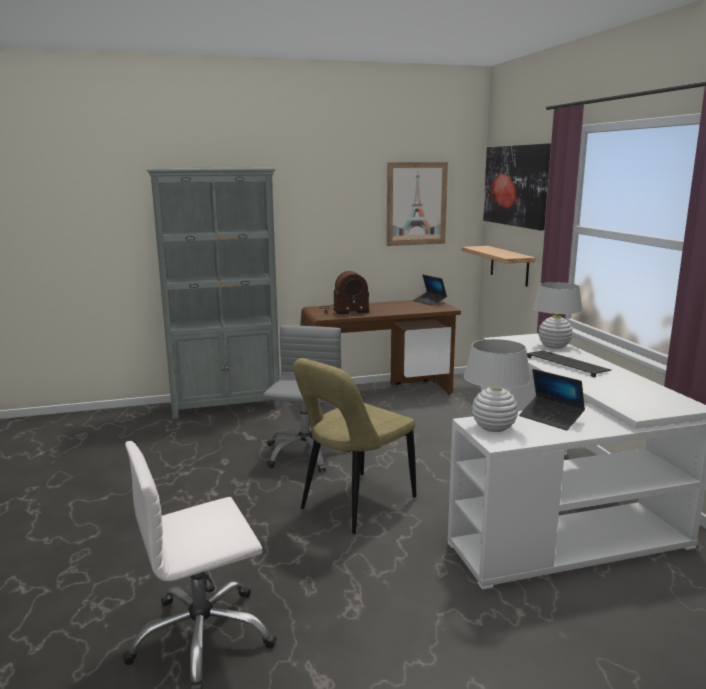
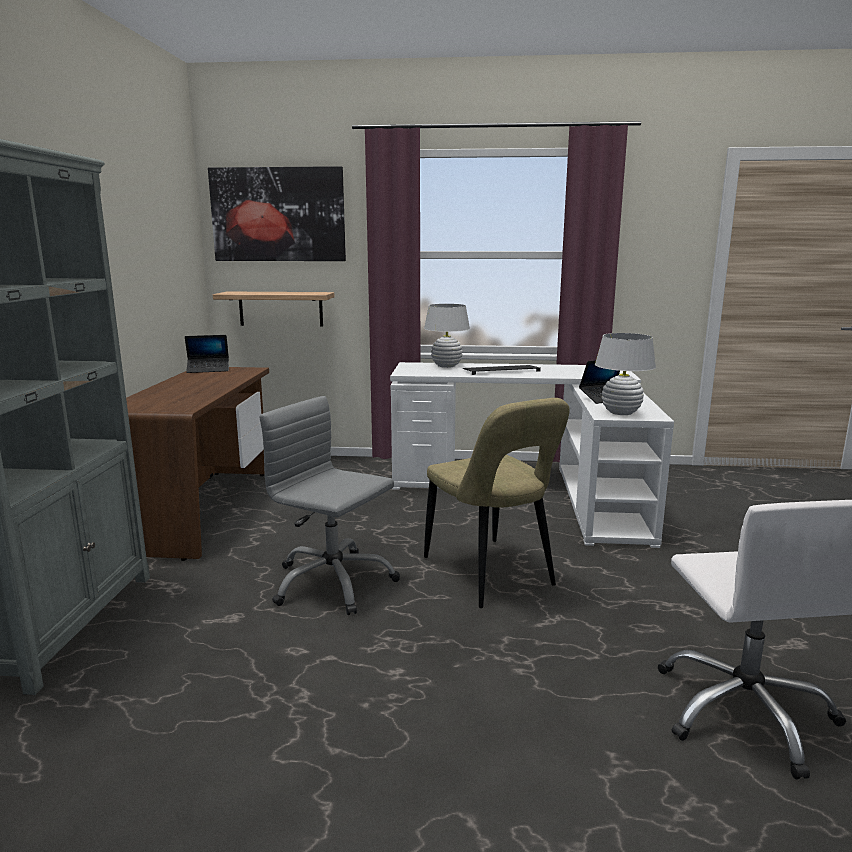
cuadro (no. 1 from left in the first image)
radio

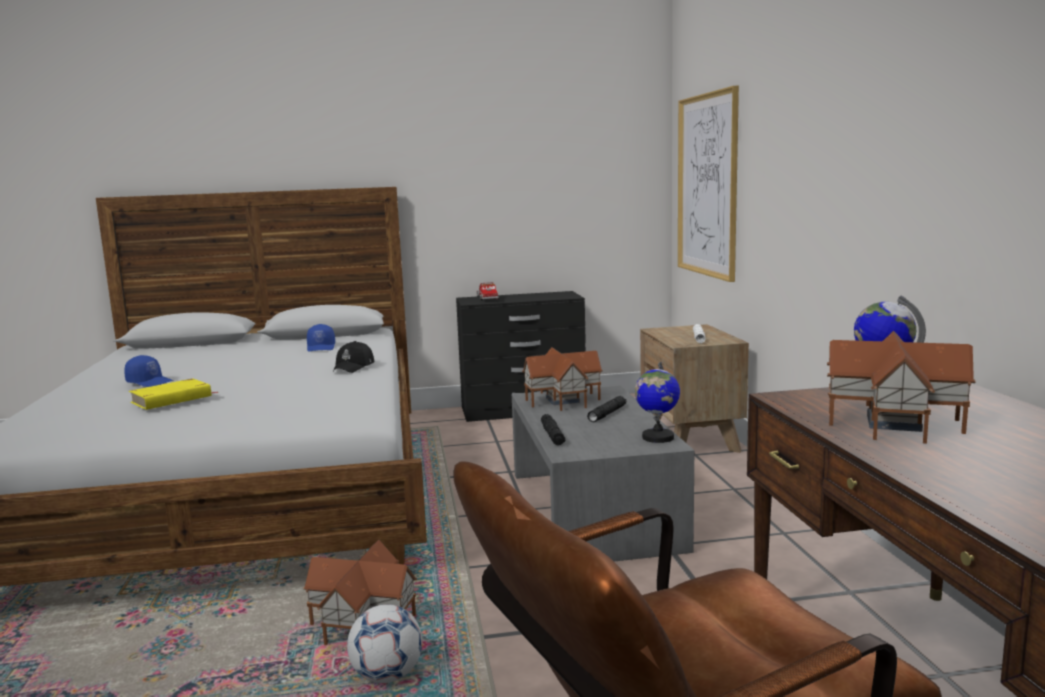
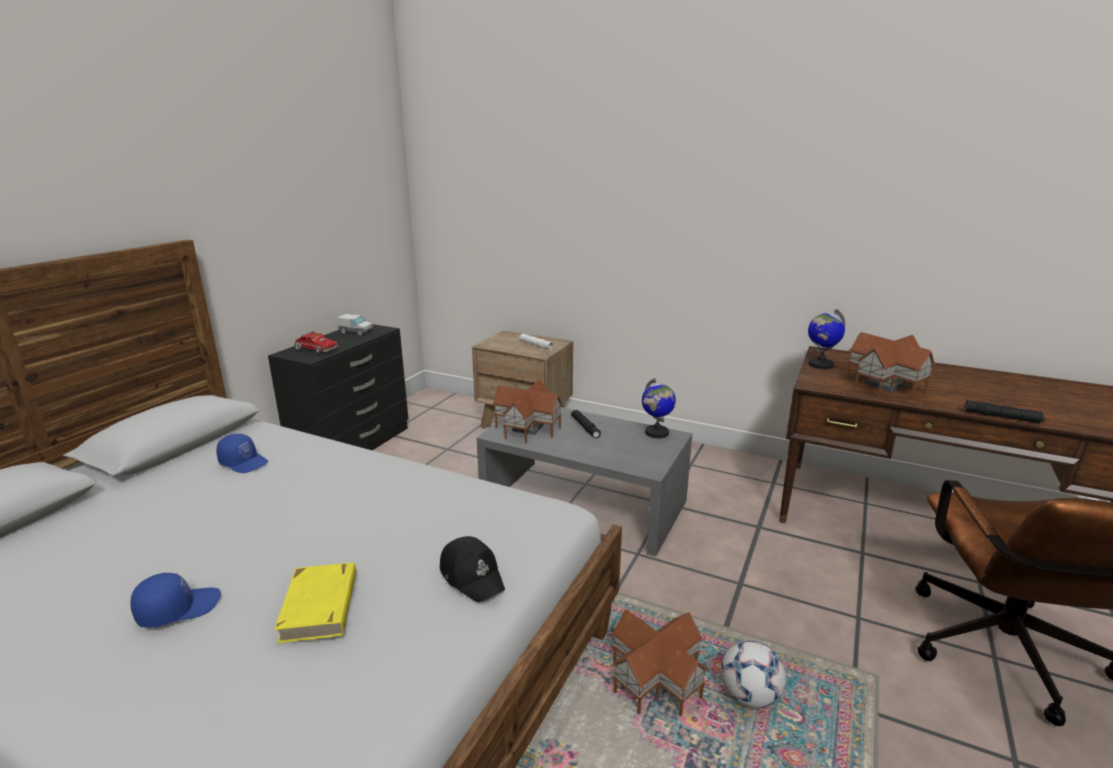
cuadro
gorra (negro)
linterna (negro) (no. 2 from left)
camión de juguete (no. 2 from left)

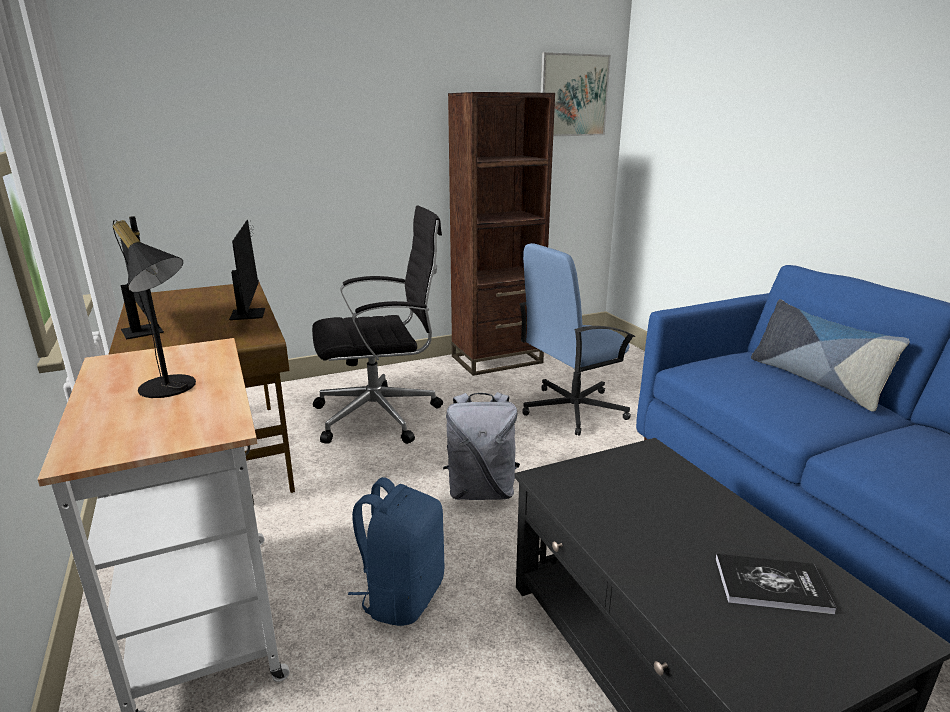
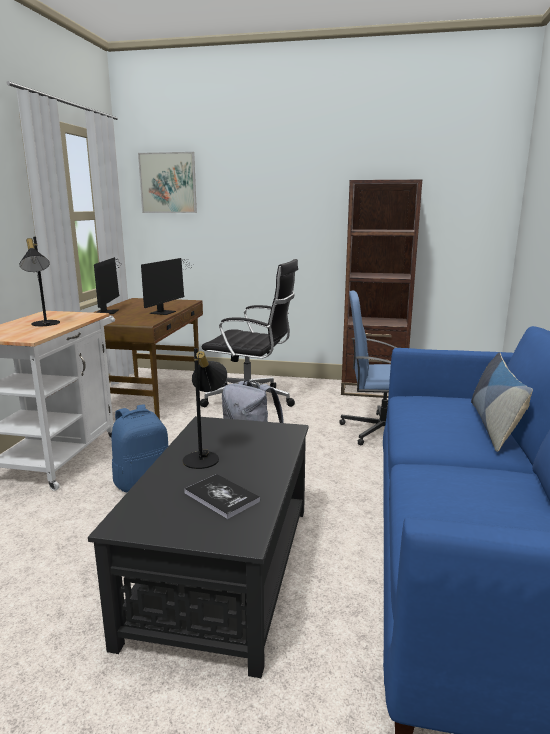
cuadro
lámpara de mesa (negro) (no. 2 from left)

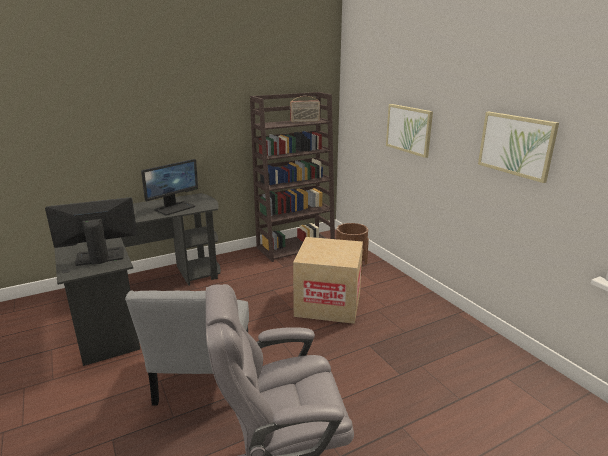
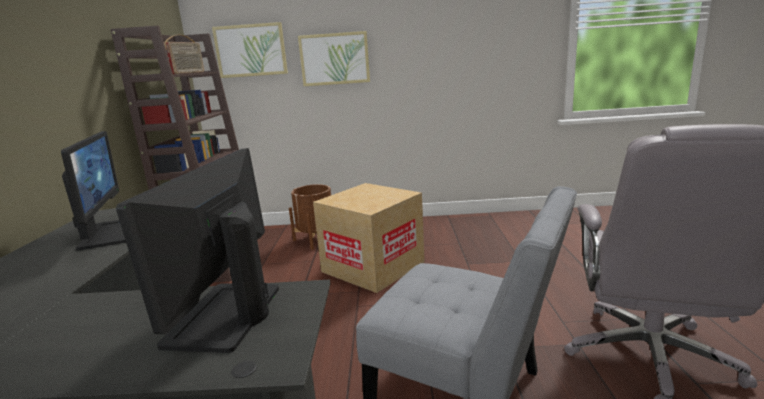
cuadro (no. 1 from left)

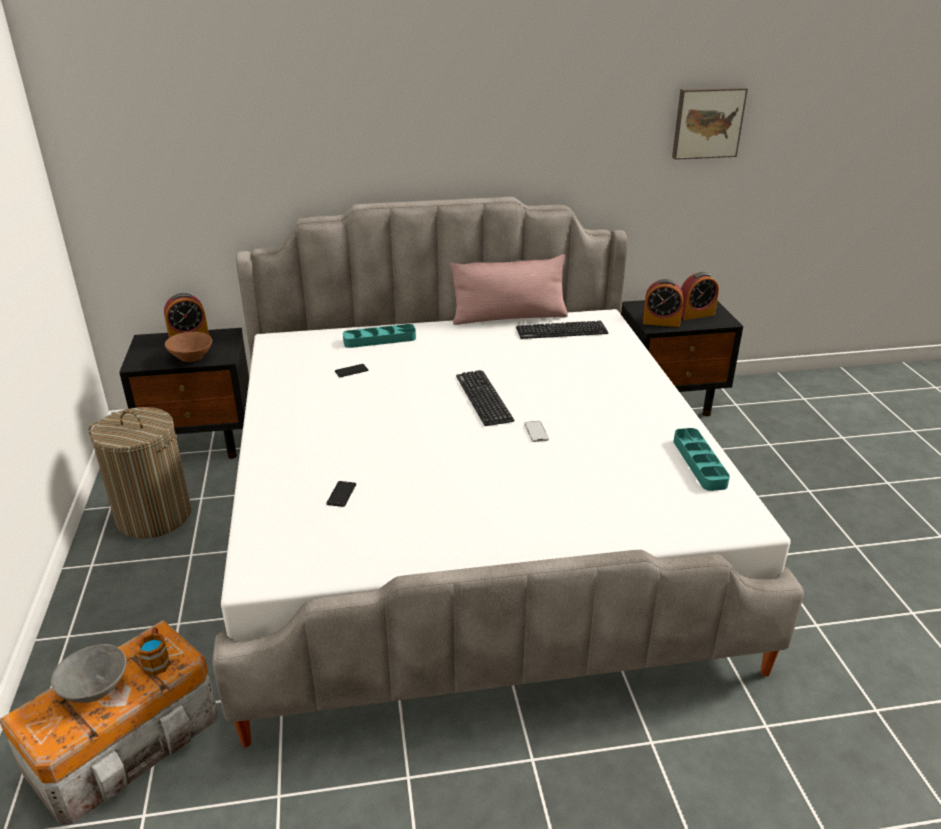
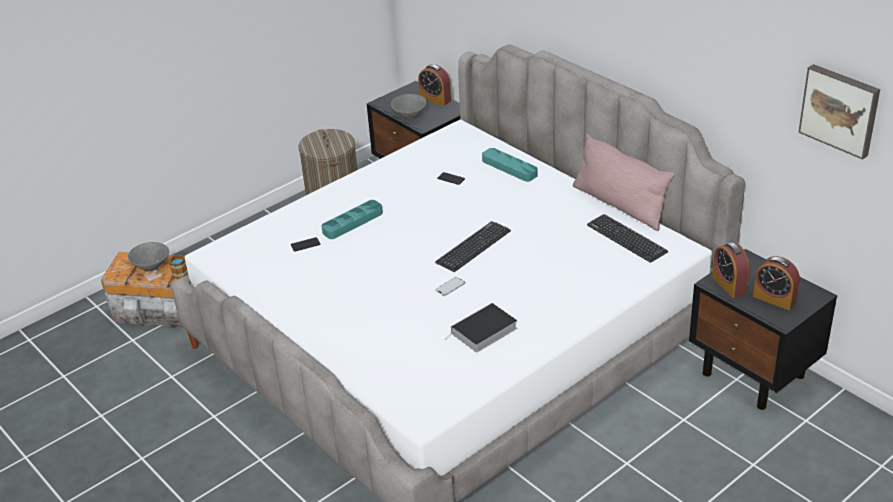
cuenco (gris) (no. 2 from left)
bandeja (turquesa) (no. 1 from left)
libro

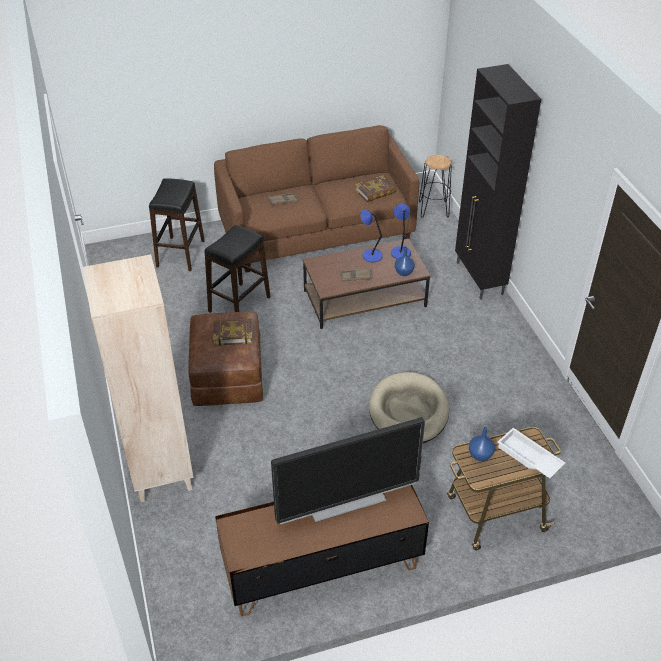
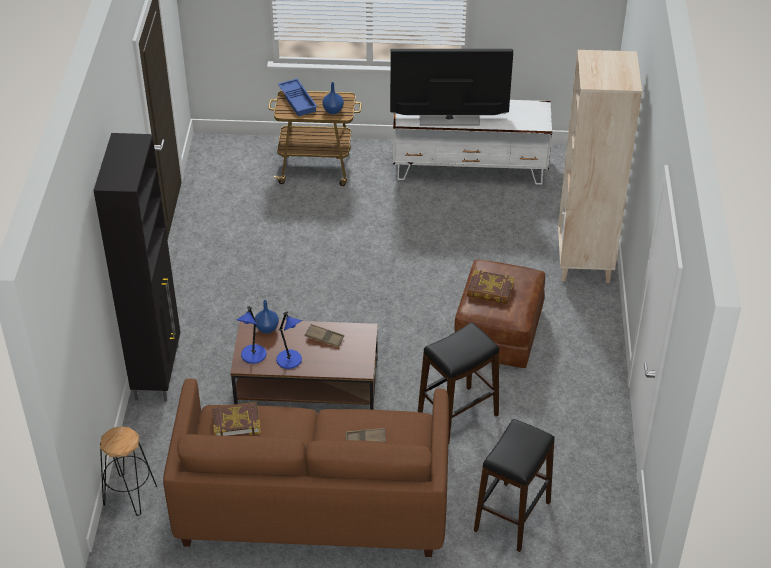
cama para perro (beis)
bandeja (azul)
mueble de televisión (blanco)

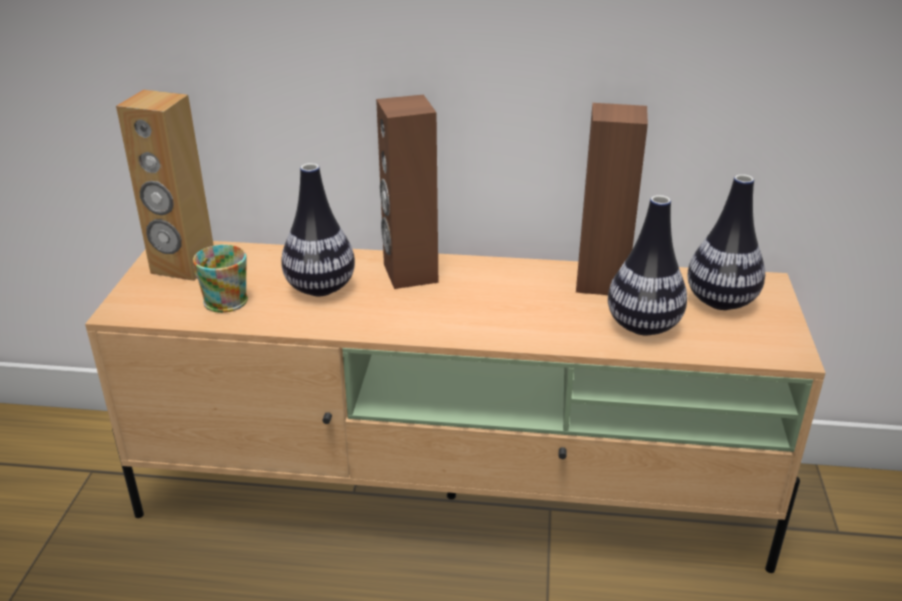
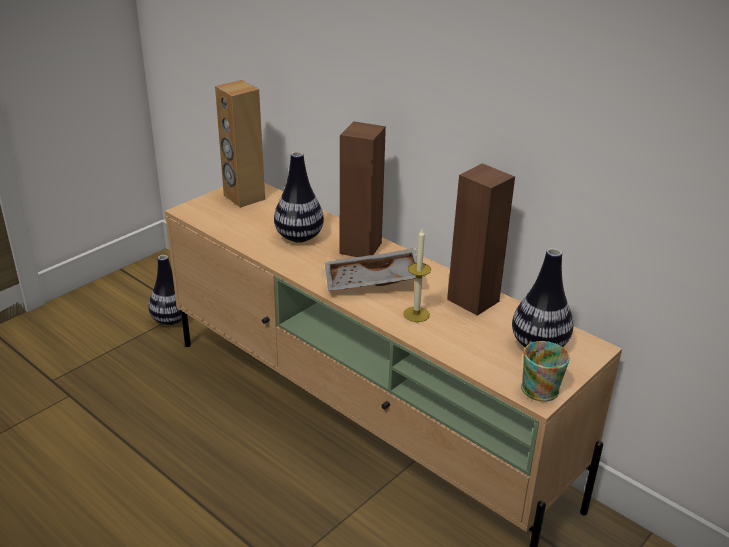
florero (no. 1 from left)
taza grande
vela
bandeja (gris)

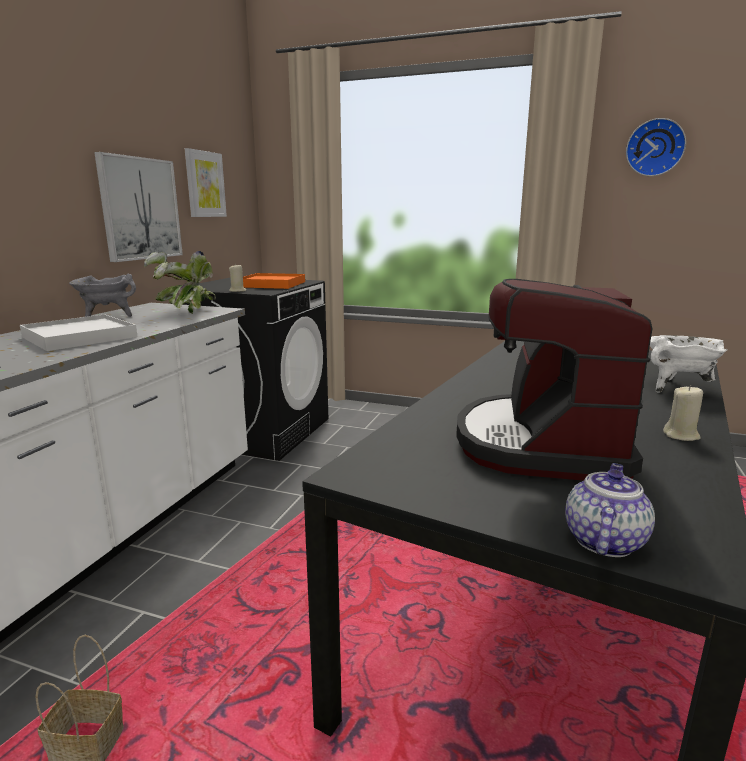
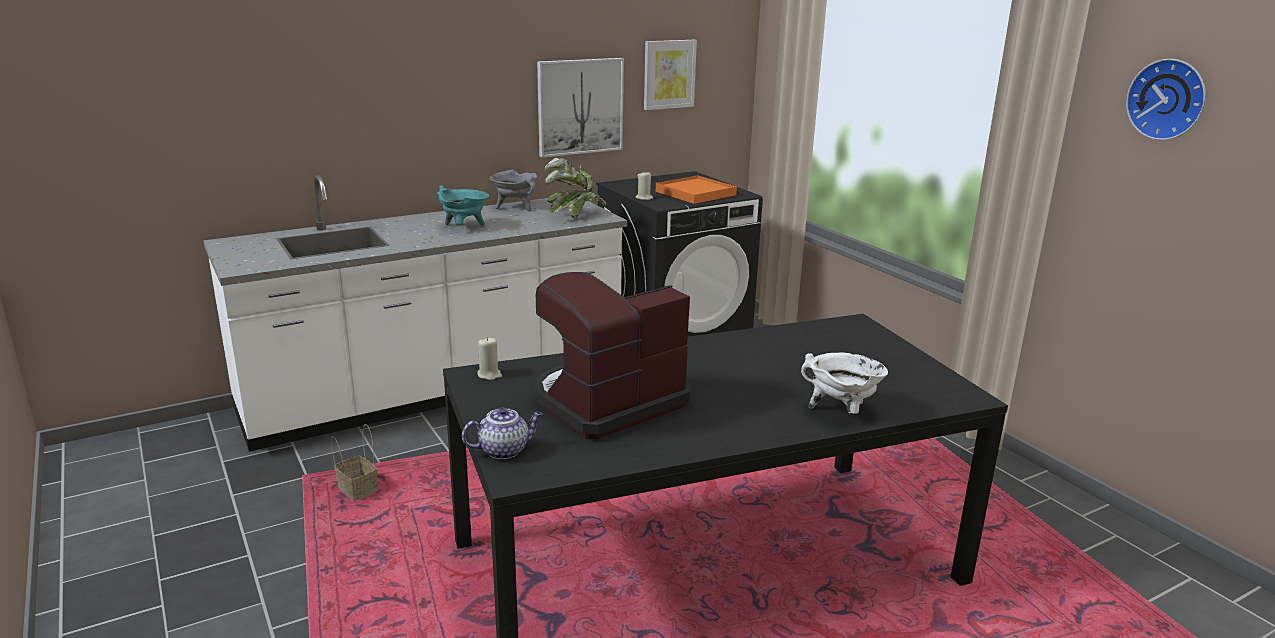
olla (turquesa)
vela (beis) (no. 1 from left)

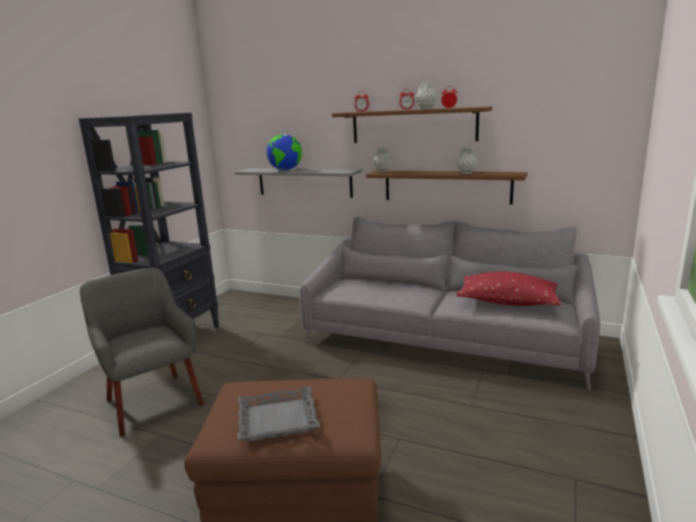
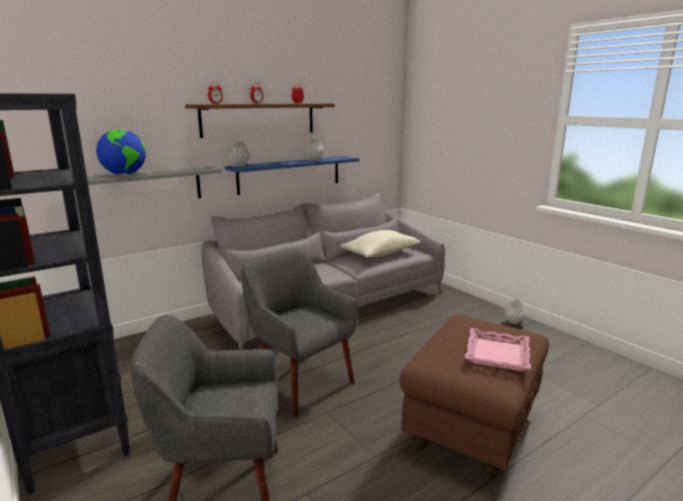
florero (gris) (no. 3 from left)
estante (azul)
cojín (beis)
bandeja (rosa)
sillón (gris) (no. 2 from left)

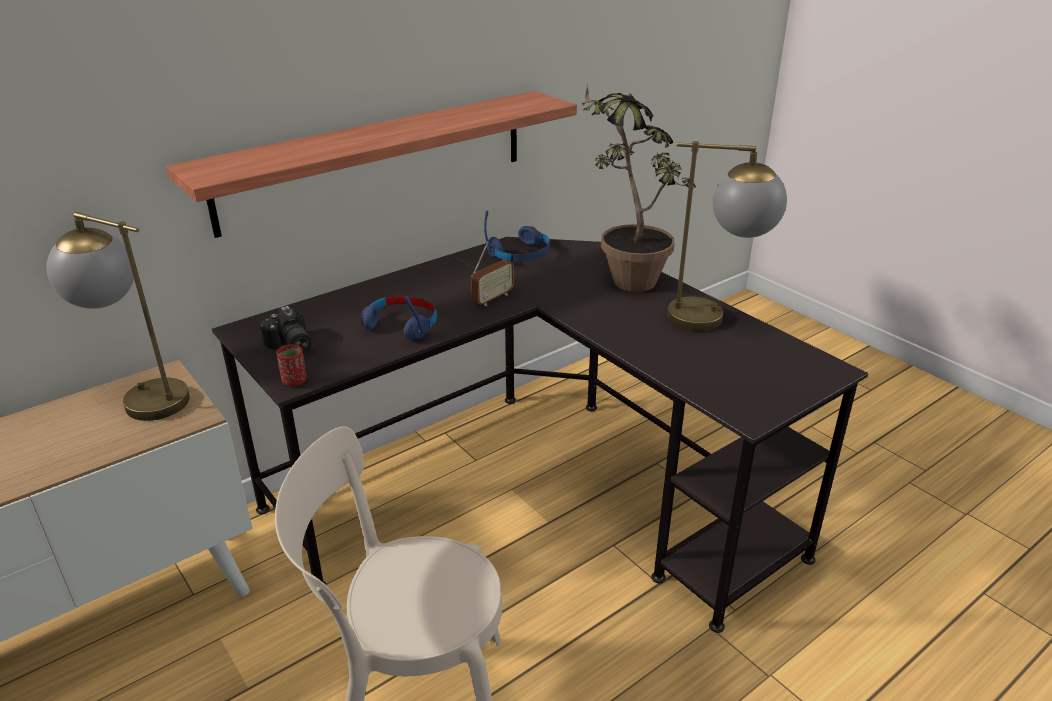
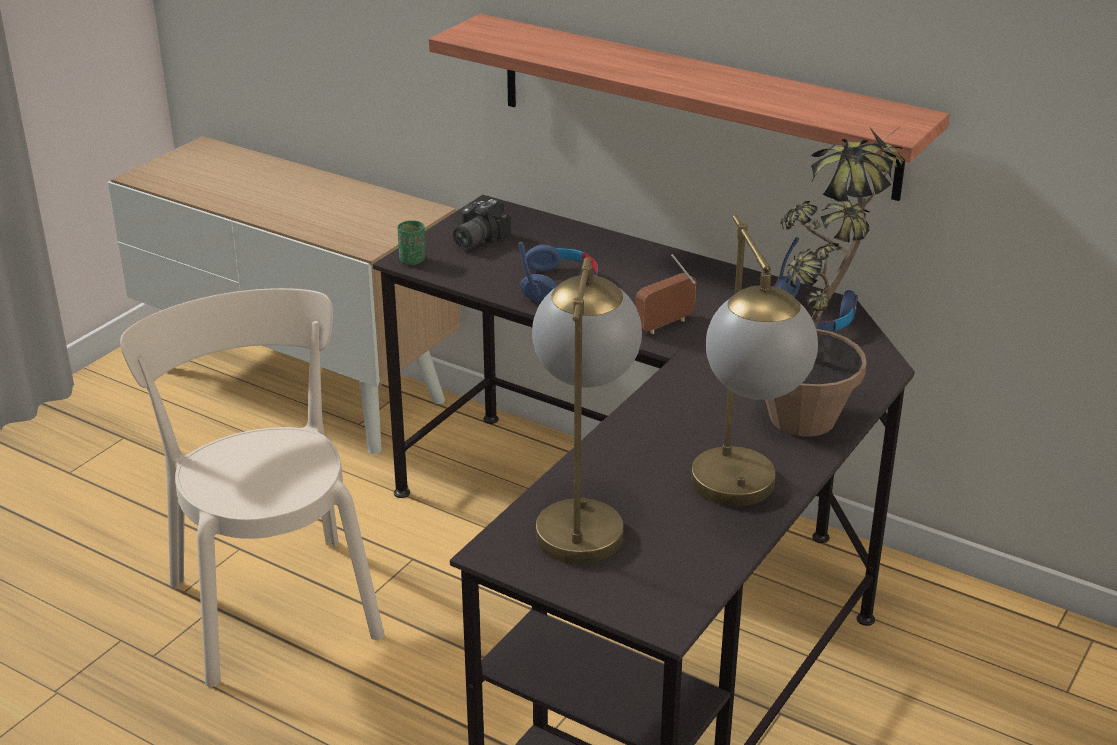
lámpara de mesa (no. 1 from left)
radio
taza (verde)

